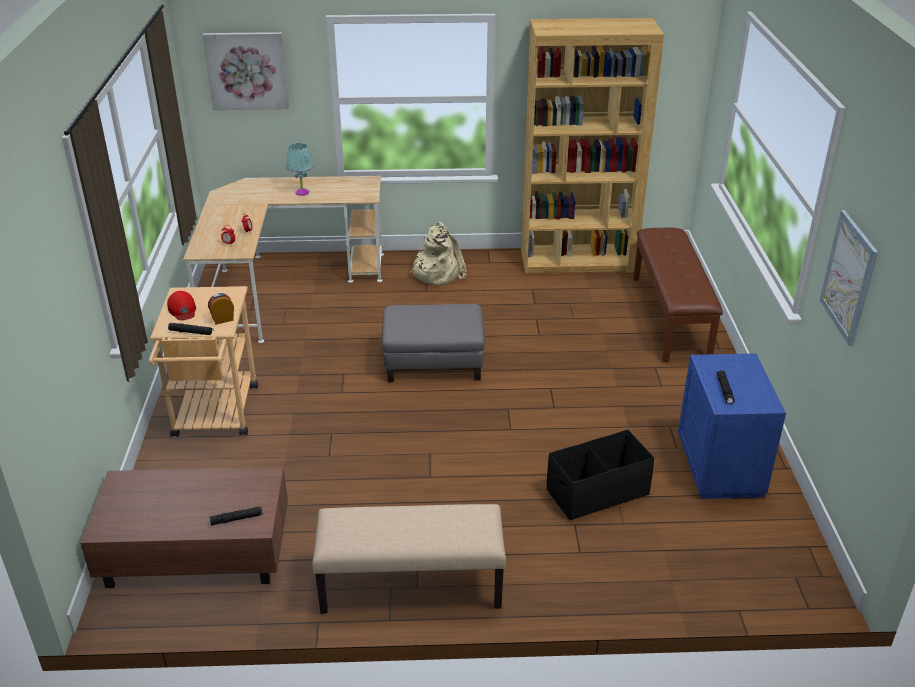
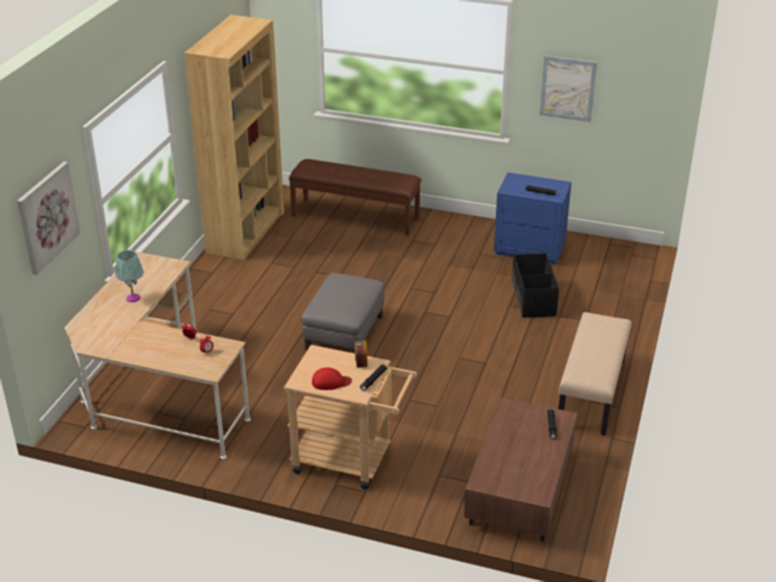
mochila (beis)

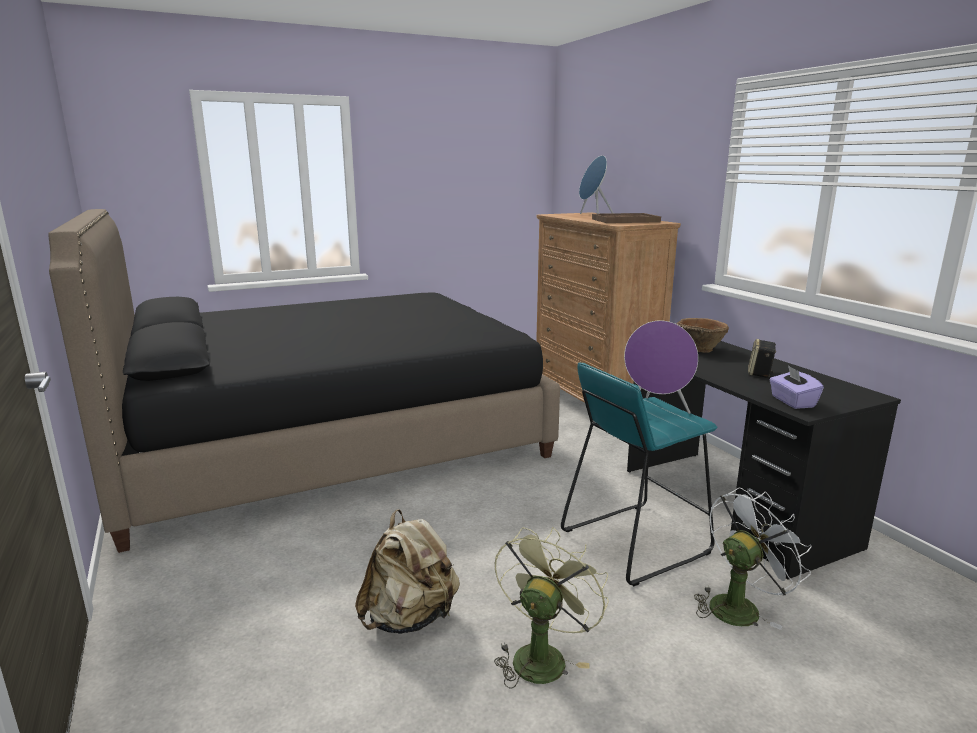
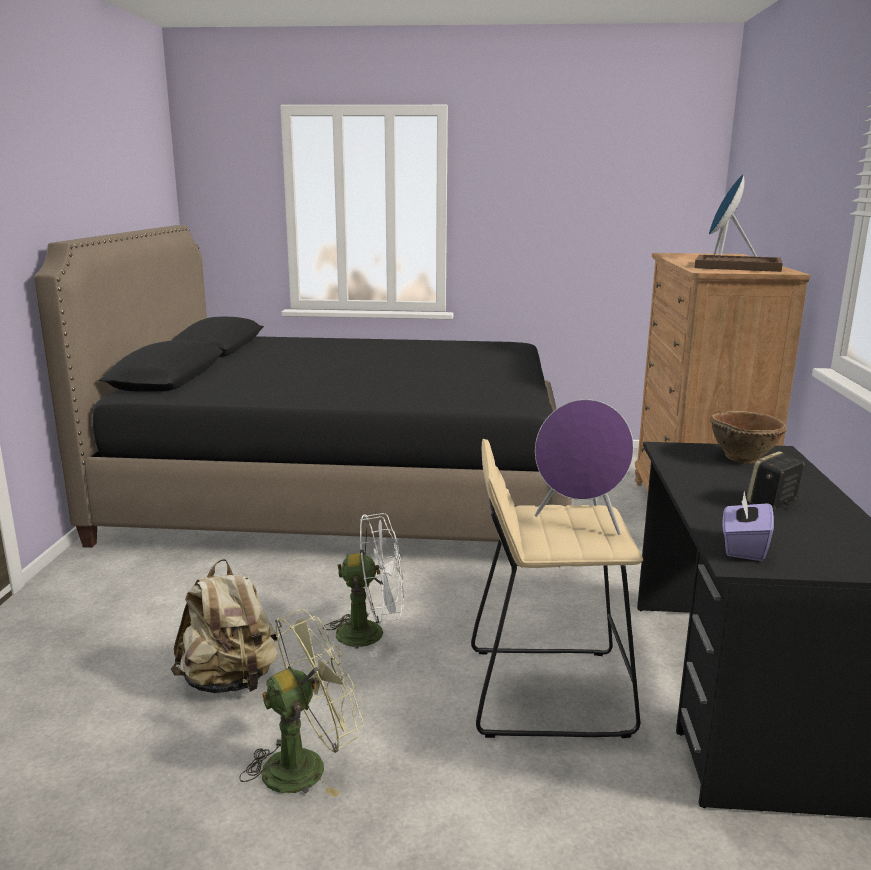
taburete (beis)
ventilador (blanco)

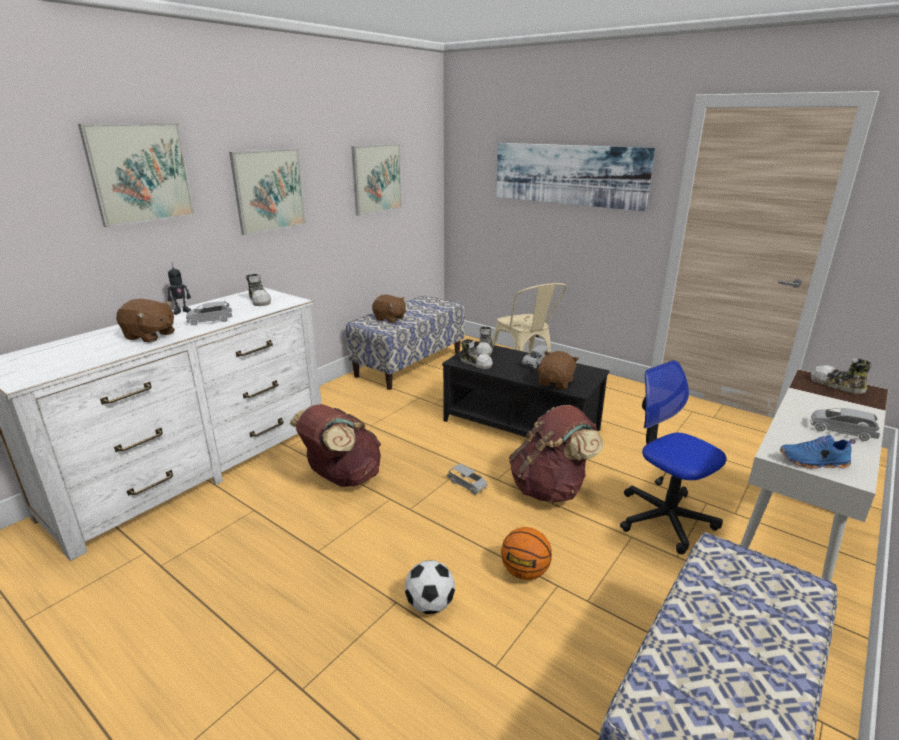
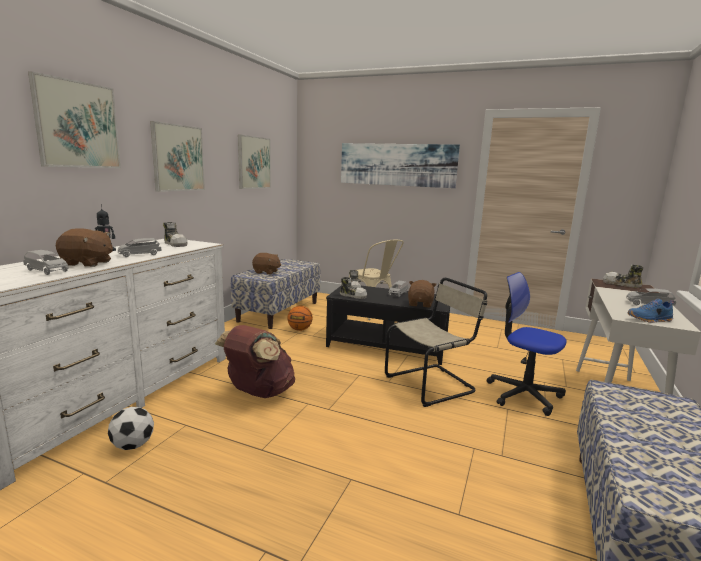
silla (beis) (no. 2 from left)
coche de juguete (gris) (no. 1 from left)
balón de baloncesto
balón de fútbol

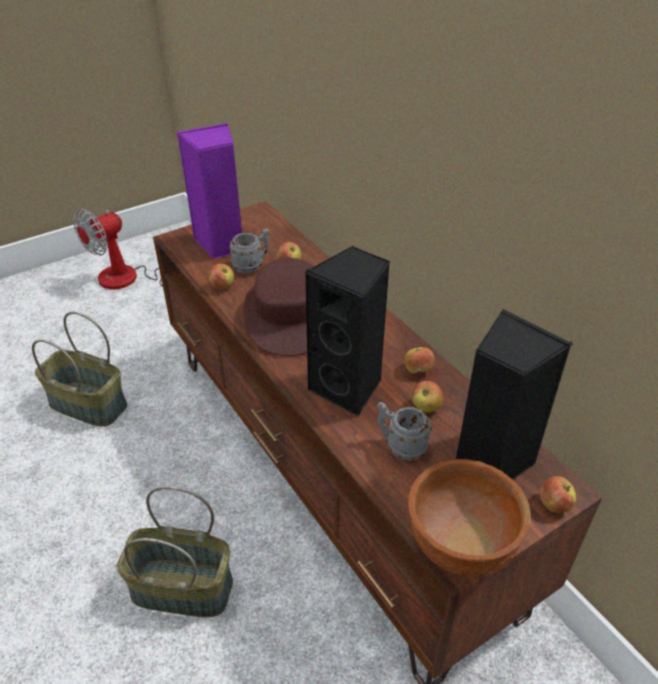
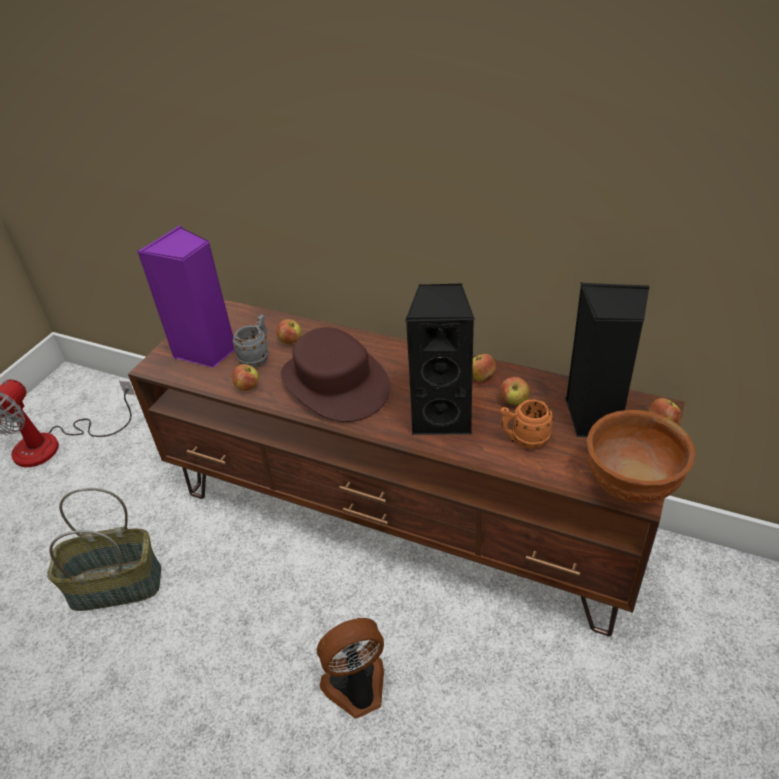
taza grande (naranja)
ventilador (no. 2 from left)

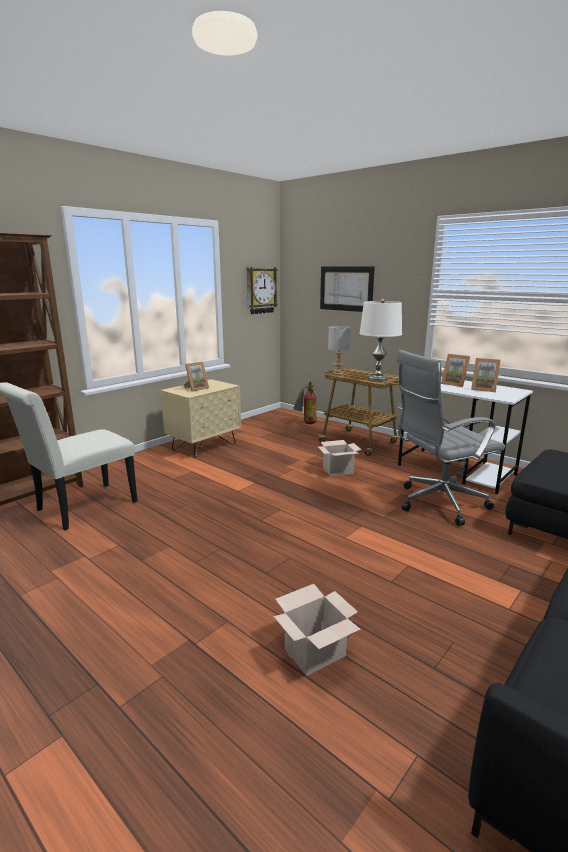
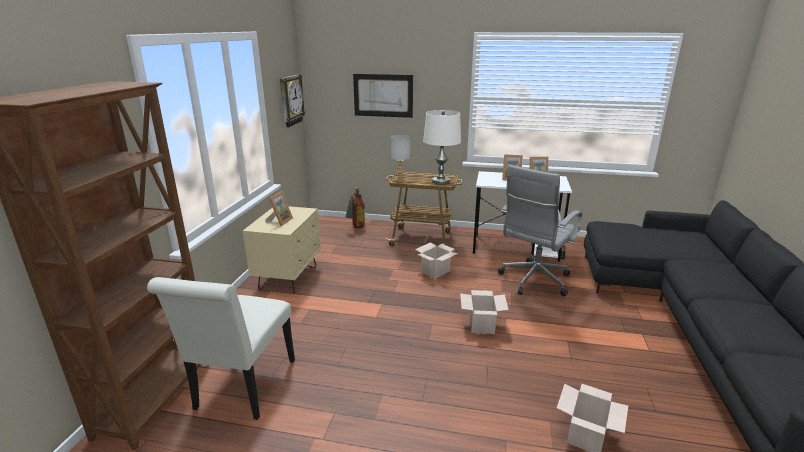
caja de cartón (no. 2 from left)

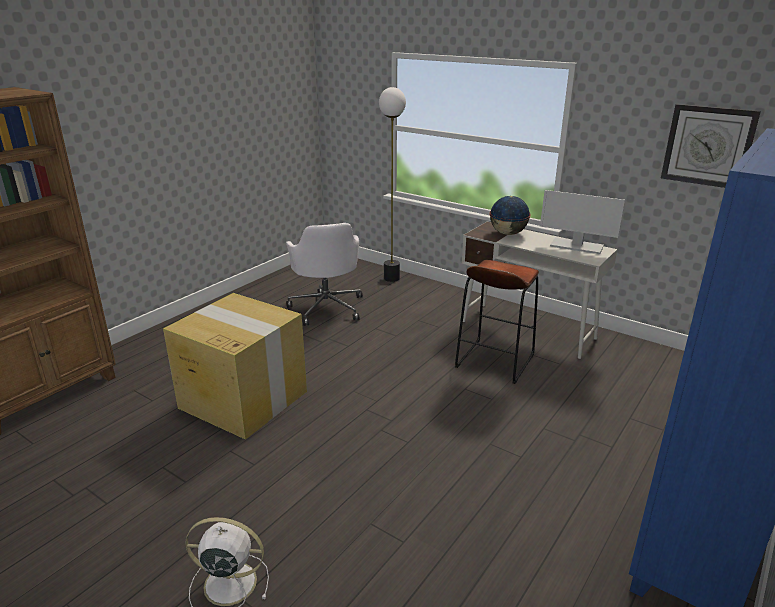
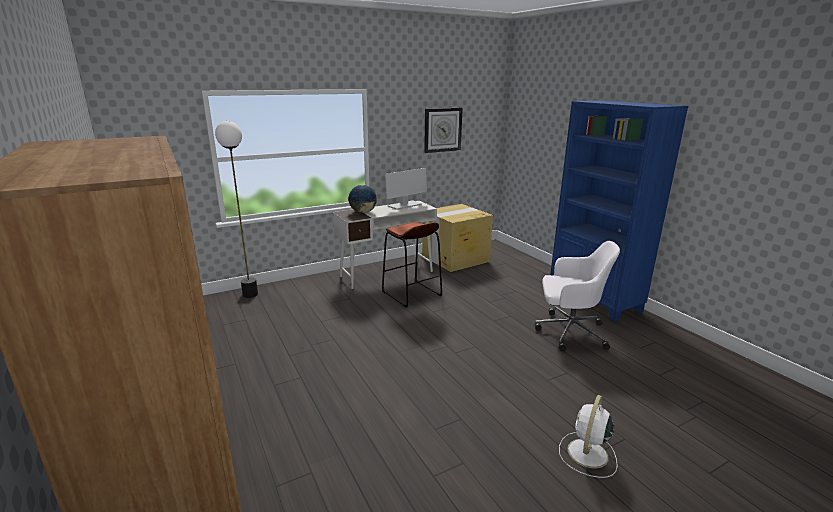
silla de oficina (blanco)
caja de cartón

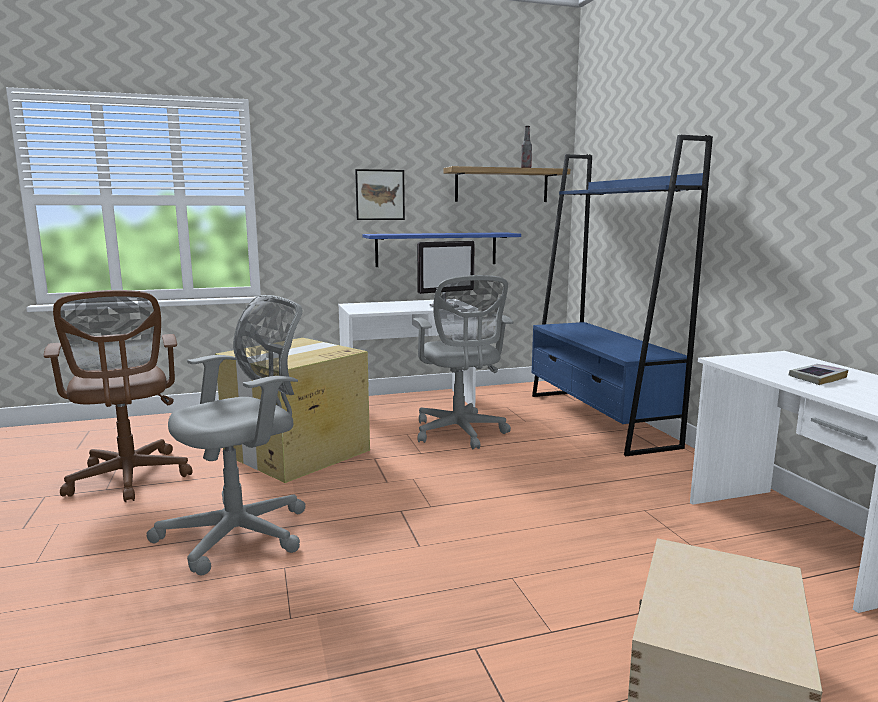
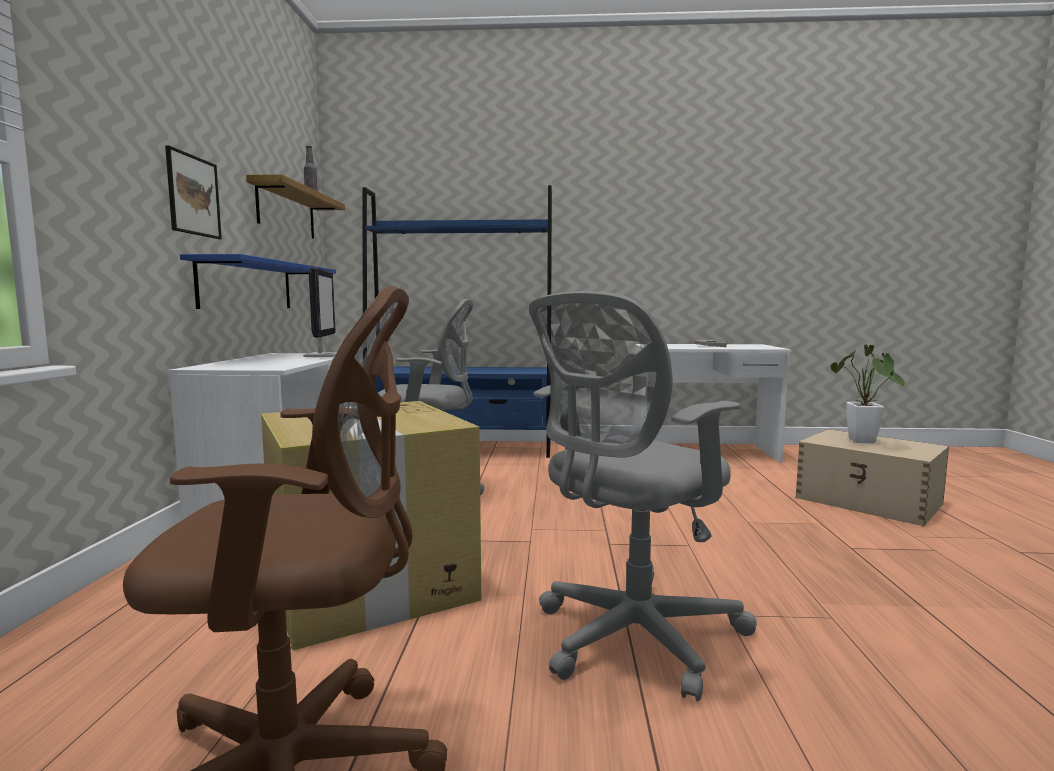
silla de oficina (gris) (no. 2 from left)
planta en maceta

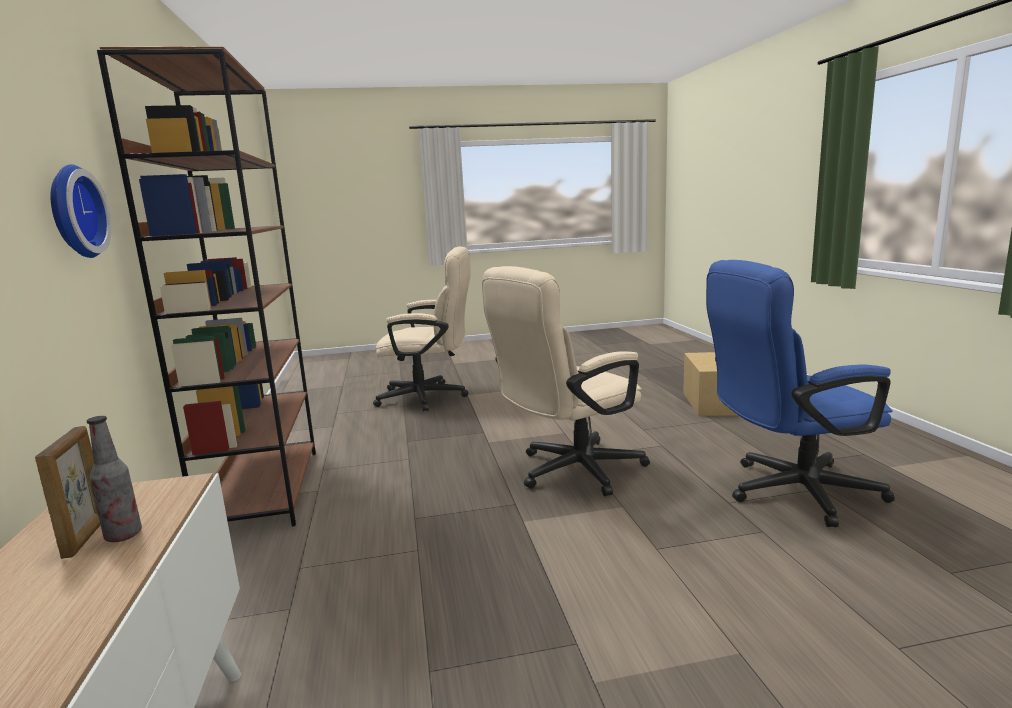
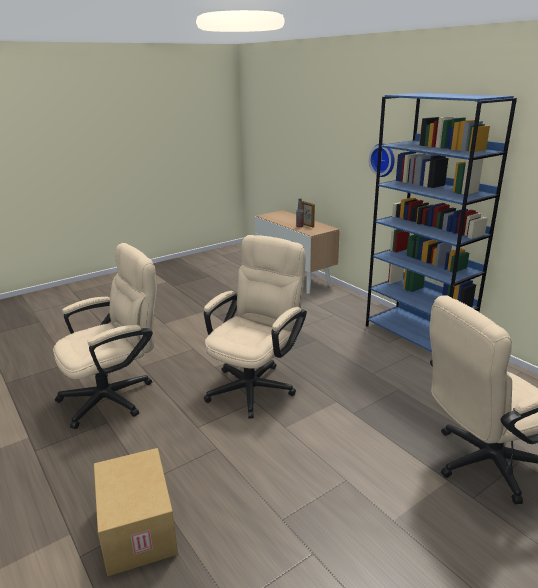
estantería (azul)
silla de oficina (beis) (no. 1 from left)

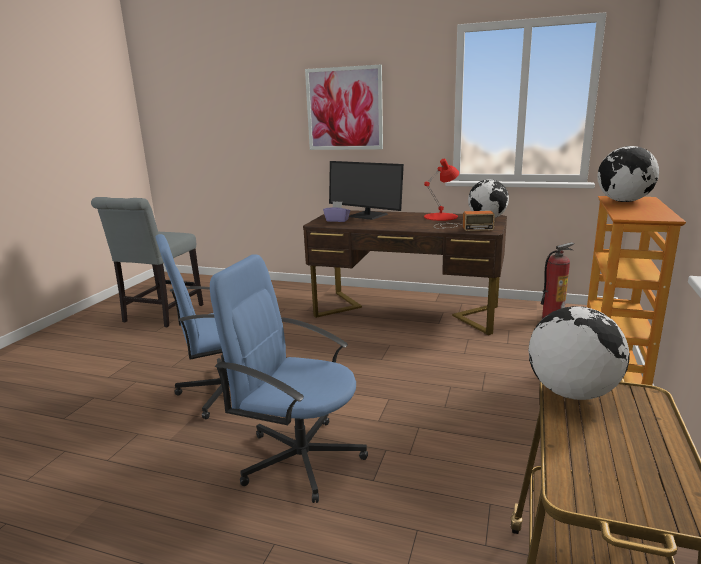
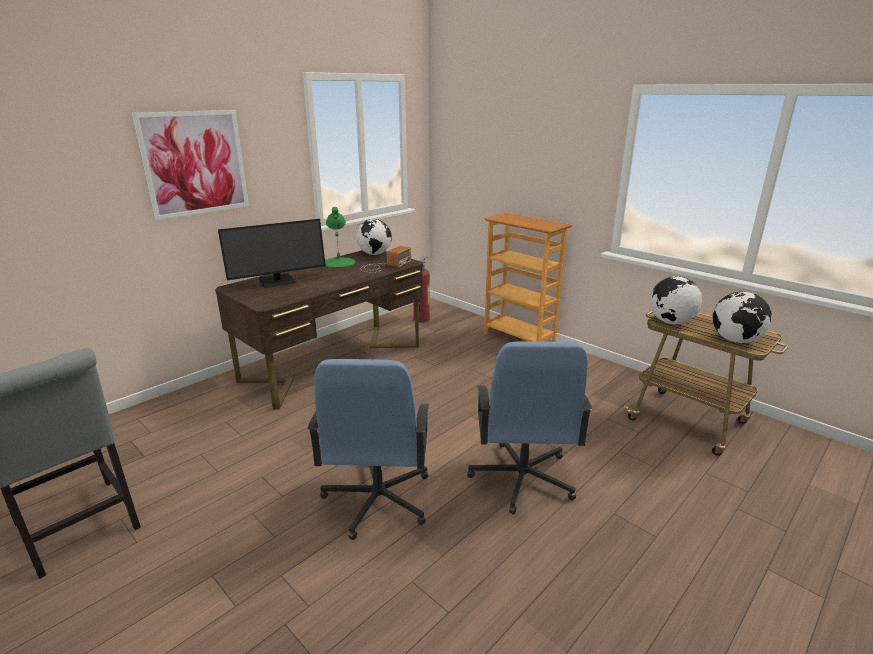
globo terráqueo (no. 3 from left)
lámpara de mesa (verde)
caja de pañuelos (morado)
silla de oficina (azul) (no. 2 from left)

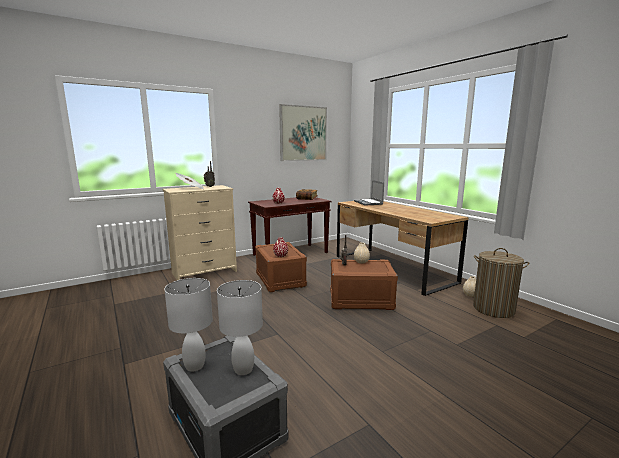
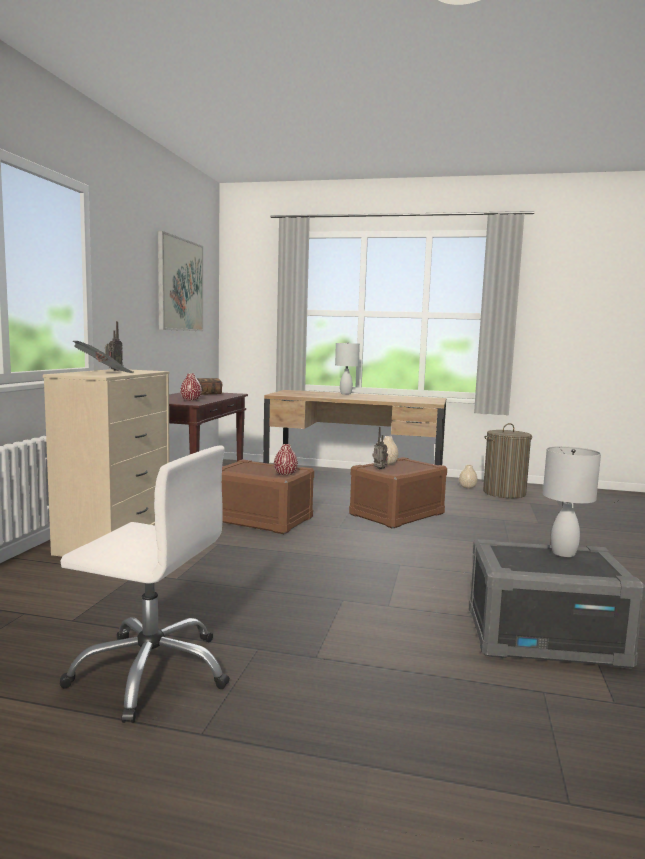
portátil
lámpara de mesa (blanco) (no. 1 from left)
silla de oficina (blanco)

